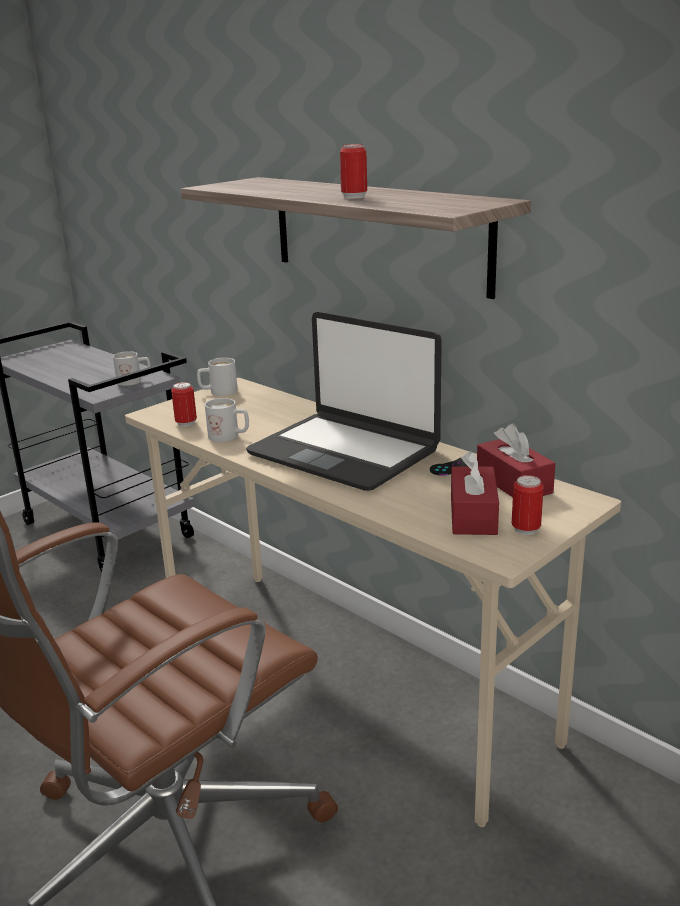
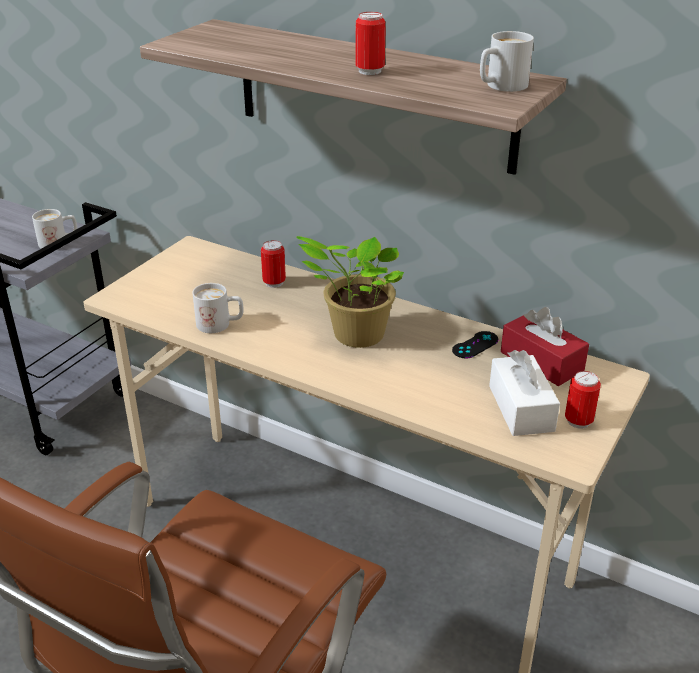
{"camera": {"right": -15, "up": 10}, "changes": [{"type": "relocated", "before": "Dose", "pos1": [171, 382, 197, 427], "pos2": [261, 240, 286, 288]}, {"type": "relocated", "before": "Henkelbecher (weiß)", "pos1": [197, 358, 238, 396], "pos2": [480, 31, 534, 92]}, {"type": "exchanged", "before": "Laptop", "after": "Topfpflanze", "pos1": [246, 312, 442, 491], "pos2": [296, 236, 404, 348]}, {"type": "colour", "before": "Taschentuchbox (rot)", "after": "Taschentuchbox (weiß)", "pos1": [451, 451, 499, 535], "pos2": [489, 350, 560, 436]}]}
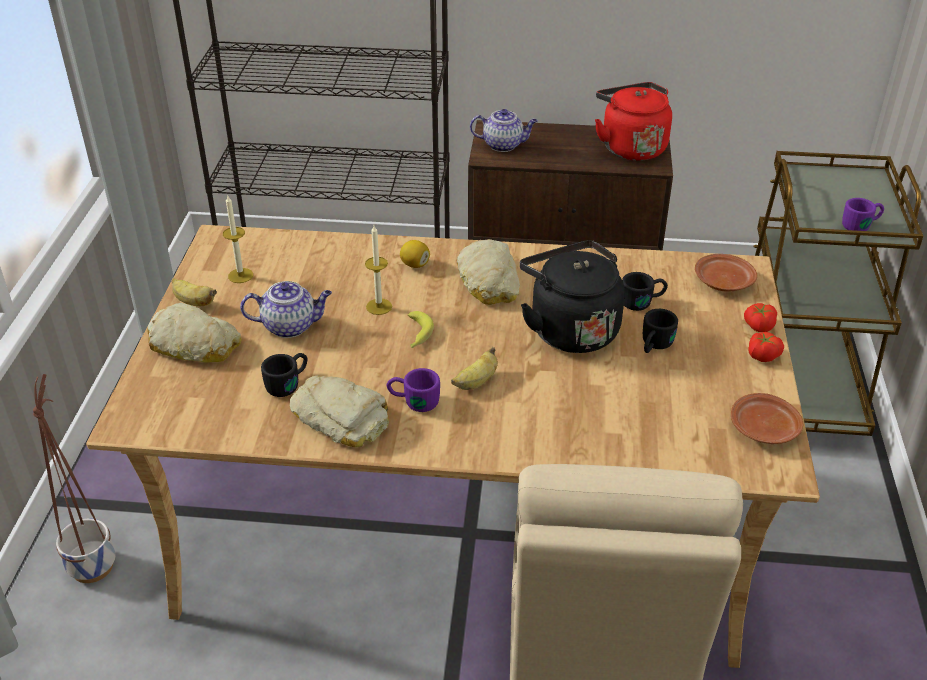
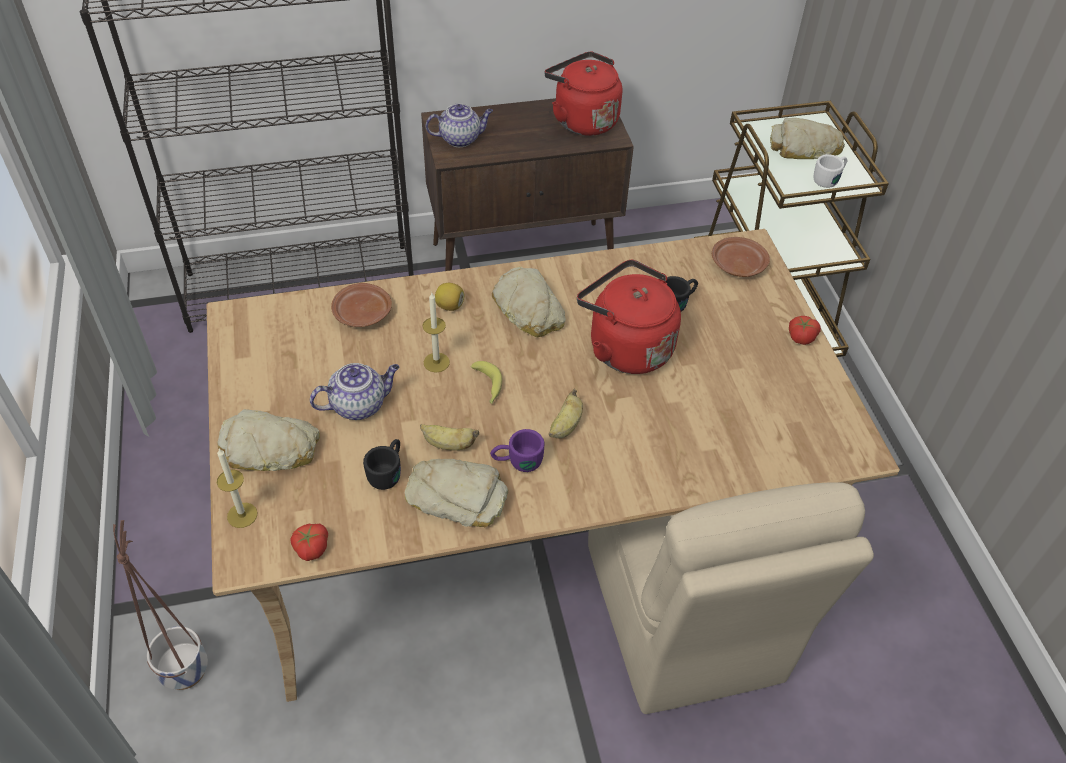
{"camera": {"right": -20, "up": 10}, "changes": [{"type": "relocated", "before": "Banane", "pos1": [172, 278, 217, 306], "pos2": [420, 424, 479, 450]}, {"type": "relocated", "before": "Kerze", "pos1": [223, 196, 253, 283], "pos2": [217, 449, 258, 528]}, {"type": "colour", "before": "Wasserkessel (schwarz)", "after": "Wasserkessel (rot)", "pos1": [520, 240, 625, 353], "pos2": [577, 260, 681, 374]}, {"type": "missing", "before": "Henkelbecher (schwarz)", "pos1": [643, 309, 678, 353]}, {"type": "relocated", "before": "Teller (braun)", "pos1": [731, 393, 803, 444], "pos2": [331, 283, 392, 327]}, {"type": "relocated", "before": "Tomate", "pos1": [744, 303, 777, 332], "pos2": [290, 524, 328, 561]}, {"type": "colour", "before": "Henkelbecher (lila)", "after": "Henkelbecher (weiß)", "pos1": [842, 198, 884, 231], "pos2": [813, 154, 847, 188]}, {"type": "appeared", "after": "Brot", "pos2": [770, 118, 845, 159]}]}
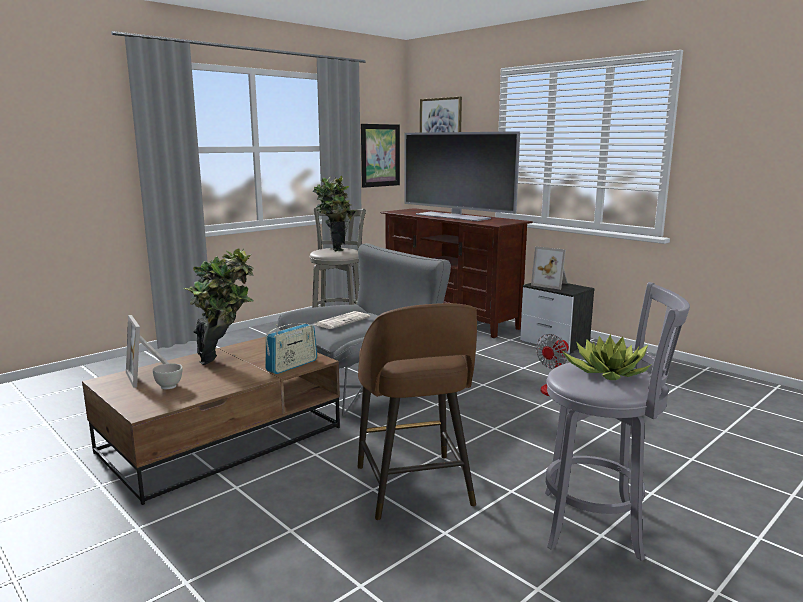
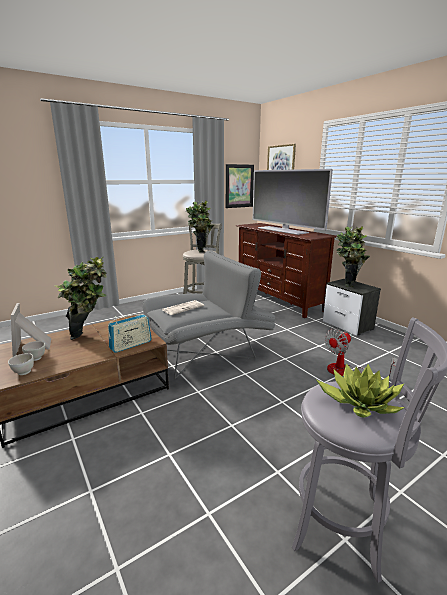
{"camera": {"right": 10, "up": 5}, "changes": [{"type": "missing", "before": "Hocker (braun)", "pos1": [358, 303, 477, 520]}, {"type": "exchanged", "before": "Bilderrahmen", "after": "Topfpflanze", "pos1": [531, 246, 568, 290], "pos2": [336, 226, 370, 287]}, {"type": "appeared", "after": "Schüssel (weiß)", "pos2": [8, 353, 34, 375]}]}
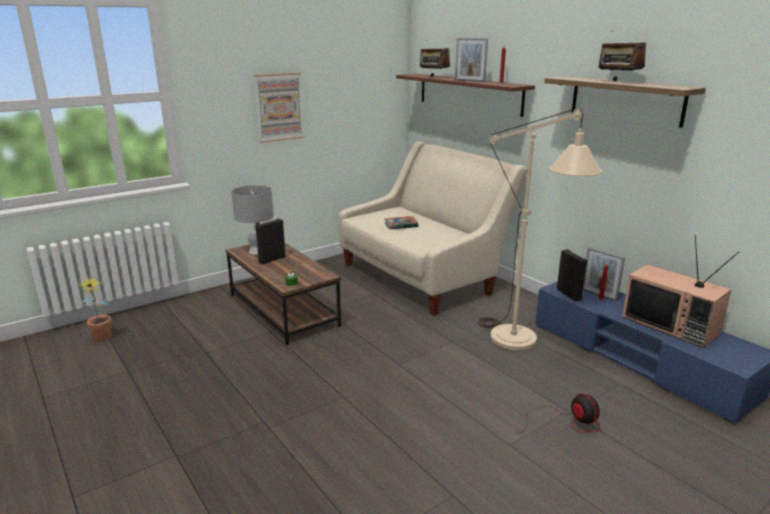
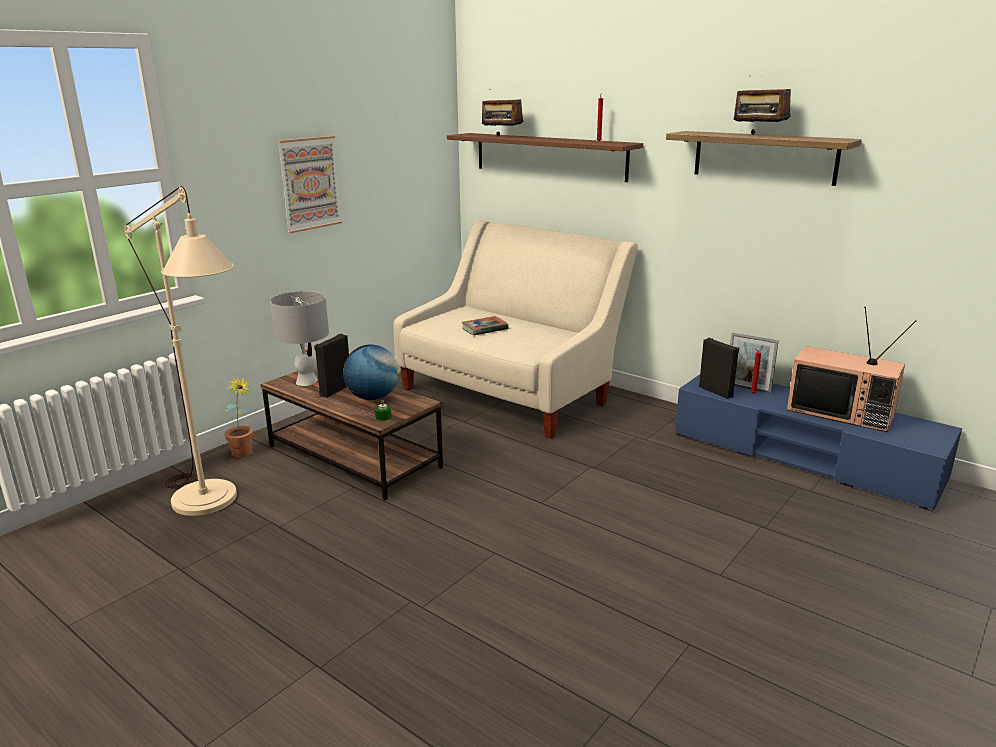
{"camera": {"right": -15, "up": 0}, "changes": [{"type": "relocated", "before": "Topfpflanze", "pos1": [79, 277, 112, 341], "pos2": [224, 378, 254, 457]}, {"type": "missing", "before": "Bilderrahmen", "pos1": [455, 38, 488, 82]}, {"type": "relocated", "before": "Stehlampe (beige)", "pos1": [478, 108, 602, 350], "pos2": [124, 186, 237, 516]}, {"type": "missing", "before": "Ventilator", "pos1": [516, 393, 601, 434]}, {"type": "appeared", "after": "Globus", "pos2": [343, 344, 400, 400]}]}
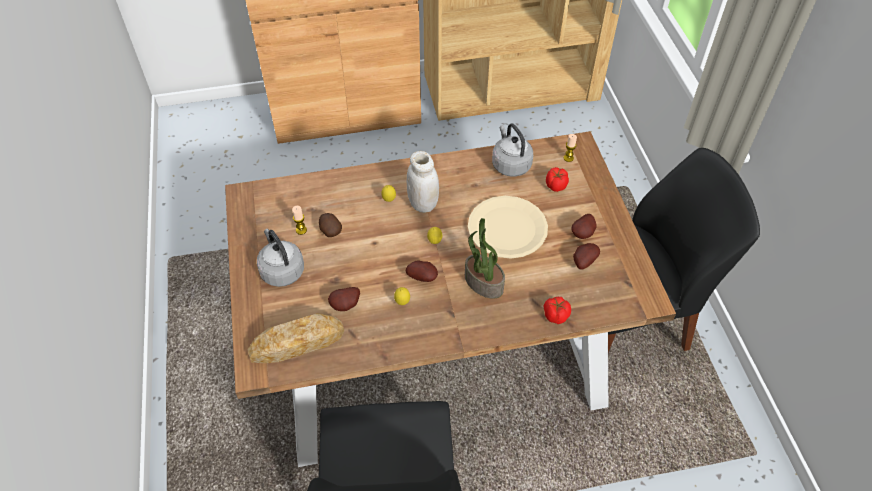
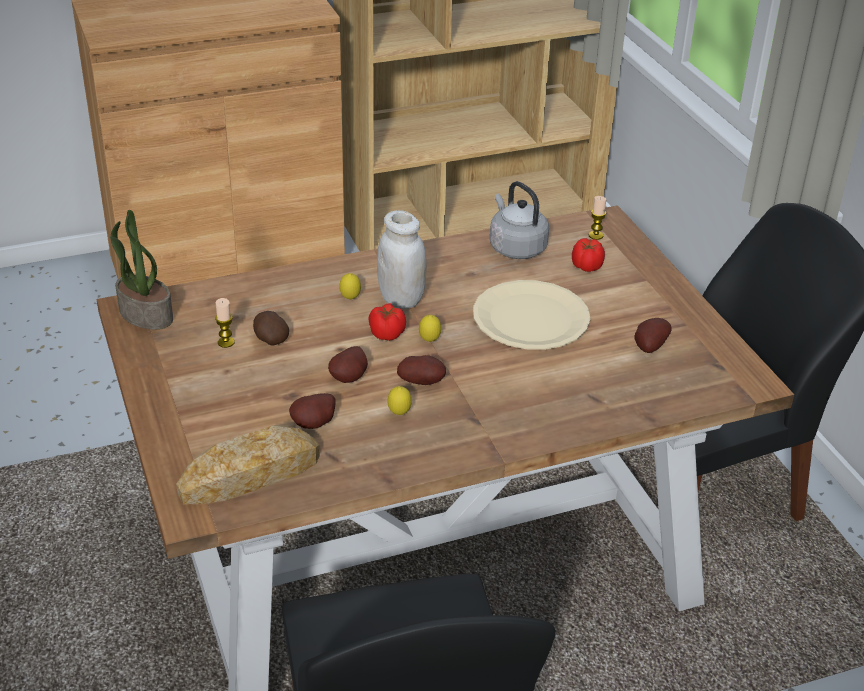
{"camera": {"right": -10, "up": -15}, "changes": [{"type": "missing", "before": "Wasserkessel (grau)", "pos1": [257, 228, 304, 287]}, {"type": "relocated", "before": "Topfpflanze", "pos1": [465, 218, 505, 299], "pos2": [110, 210, 173, 329]}, {"type": "relocated", "before": "Tomate", "pos1": [544, 297, 571, 324], "pos2": [368, 303, 406, 341]}, {"type": "relocated", "before": "Kartoffel", "pos1": [571, 214, 597, 239], "pos2": [328, 346, 368, 383]}]}
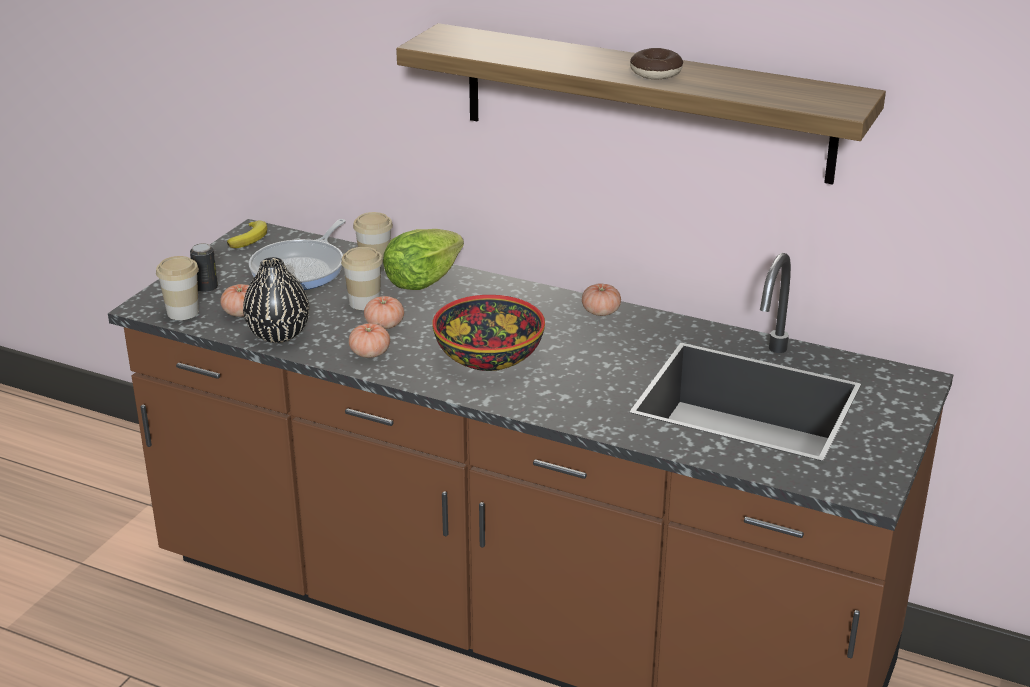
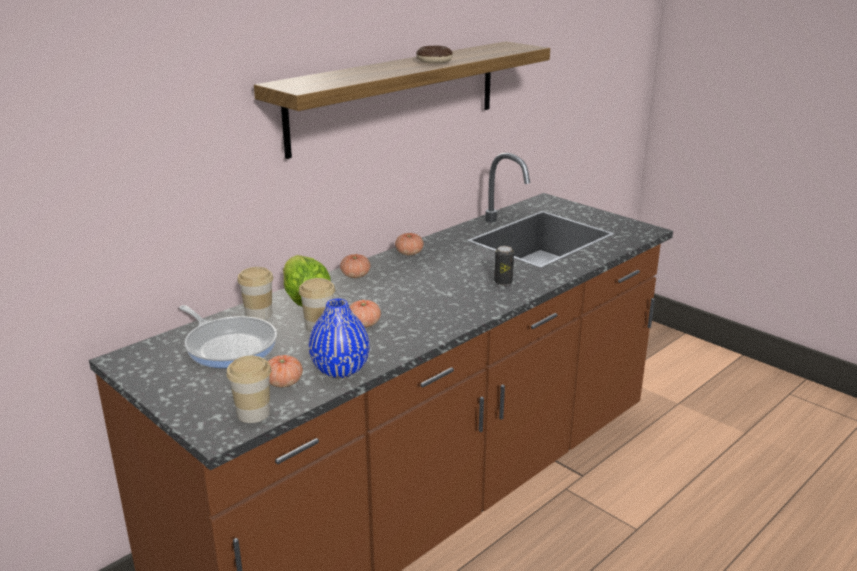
{"camera": {"right": -70, "up": -5}, "changes": [{"type": "relocated", "before": "Dose", "pos1": [190, 243, 218, 293], "pos2": [494, 246, 514, 286]}, {"type": "missing", "before": "Banane", "pos1": [227, 220, 267, 248]}, {"type": "colour", "before": "Vase (schwarz)", "after": "Vase (blau)", "pos1": [243, 257, 309, 343], "pos2": [309, 298, 370, 378]}, {"type": "relocated", "before": "Tomate", "pos1": [349, 323, 390, 358], "pos2": [340, 254, 370, 278]}, {"type": "missing", "before": "Schüssel", "pos1": [432, 295, 545, 371]}]}
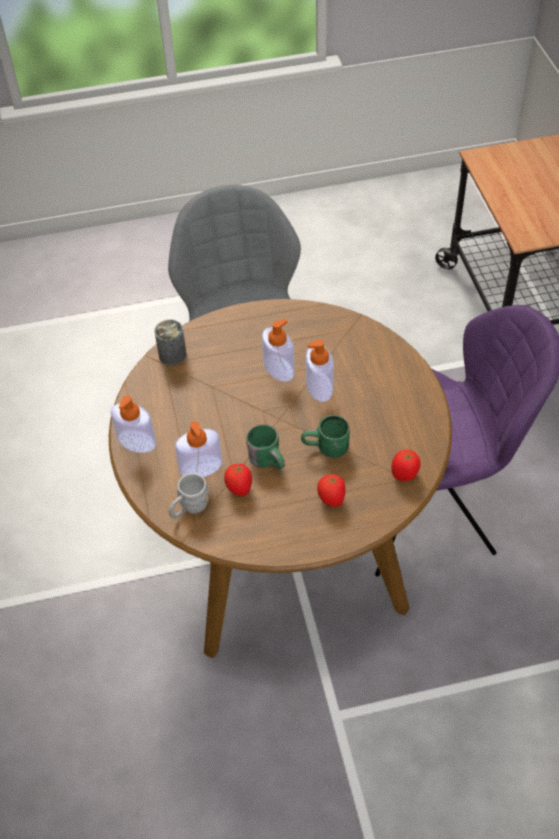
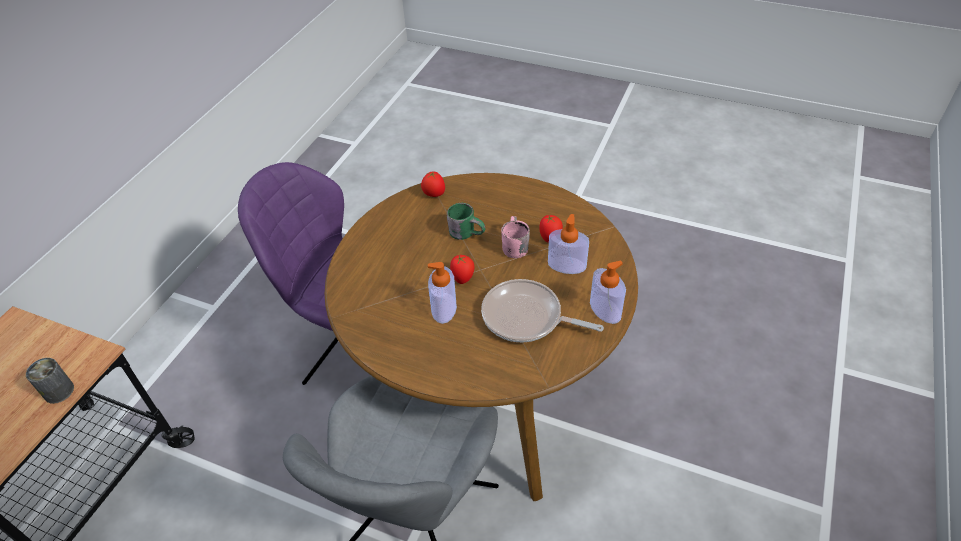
{"camera": {"right": -145, "up": -5}, "changes": [{"type": "relocated", "before": "Dose", "pos1": [154, 320, 187, 366], "pos2": [26, 358, 74, 404]}, {"type": "missing", "before": "Henkelbecher (grau)", "pos1": [169, 473, 209, 519]}, {"type": "colour", "before": "Henkelbecher (grün)", "after": "Henkelbecher (rosa)", "pos1": [246, 424, 285, 469], "pos2": [501, 216, 530, 258]}, {"type": "missing", "before": "Seifenspender", "pos1": [306, 340, 334, 402]}, {"type": "relocated", "before": "Tomate", "pos1": [317, 474, 346, 507], "pos2": [450, 254, 475, 284]}, {"type": "appeared", "after": "Pfanne", "pos2": [481, 279, 604, 342]}]}
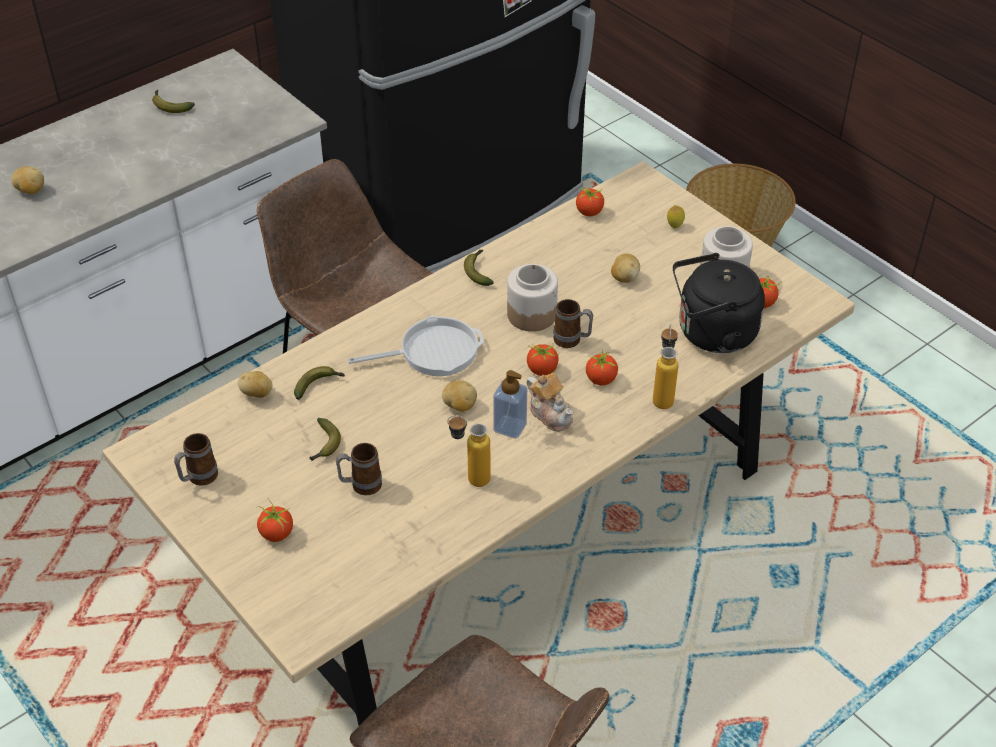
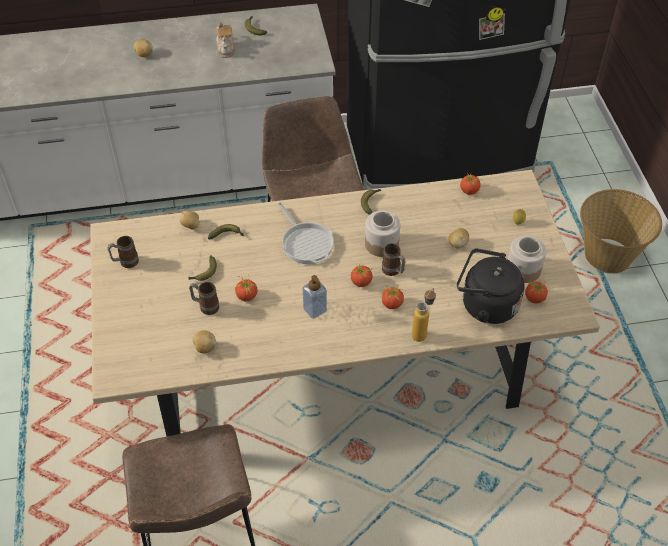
{"camera": {"right": 30, "up": 5}, "changes": [{"type": "relocated", "before": "Tomate", "pos1": [256, 499, 293, 542], "pos2": [235, 275, 258, 301]}, {"type": "spun", "before": "Pfanne", "pos1": [348, 316, 484, 376], "pos2": [278, 202, 334, 264], "turn": 45}, {"type": "relocated", "before": "Kartoffel", "pos1": [442, 380, 477, 412], "pos2": [193, 330, 216, 353]}, {"type": "missing", "before": "Flasche", "pos1": [447, 415, 491, 487]}, {"type": "relocated", "before": "Teekanne", "pos1": [526, 373, 574, 432], "pos2": [216, 22, 236, 58]}]}
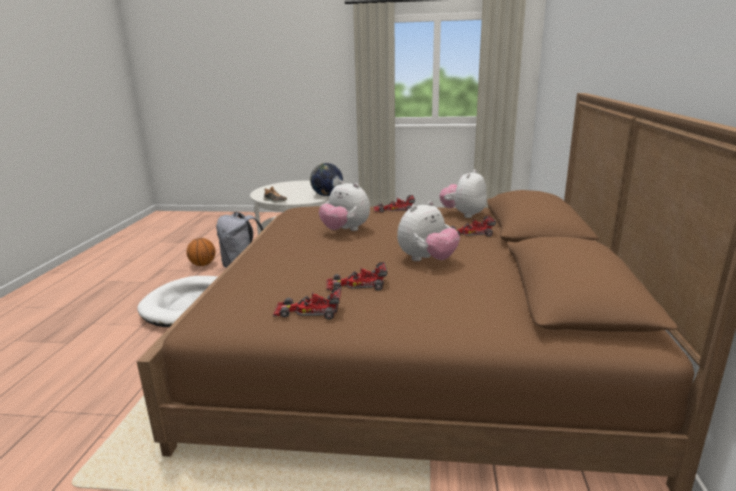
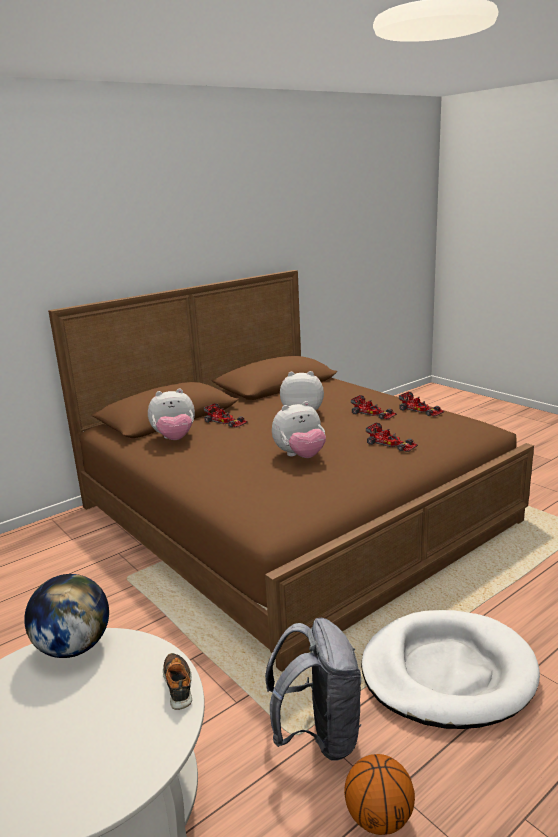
{"camera": {"right": -135, "up": 0}, "changes": [{"type": "spun", "before": "Plüschtier", "pos1": [319, 180, 370, 231], "pos2": [272, 401, 326, 458], "turn": 75}, {"type": "relocated", "before": "Spielzeugauto", "pos1": [374, 195, 415, 212], "pos2": [366, 422, 418, 452]}]}
